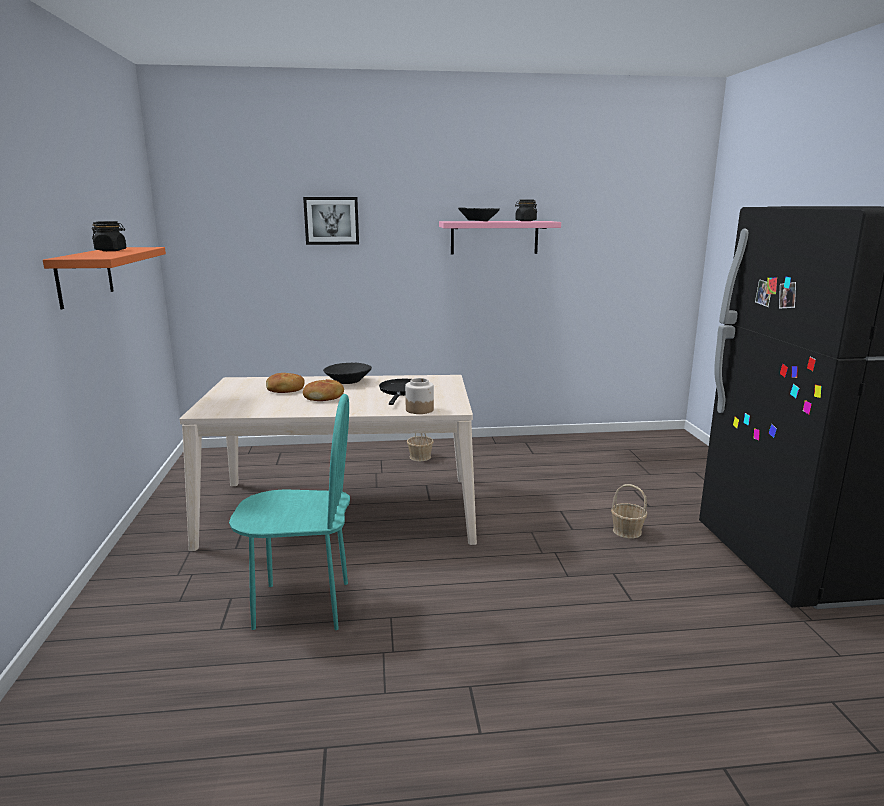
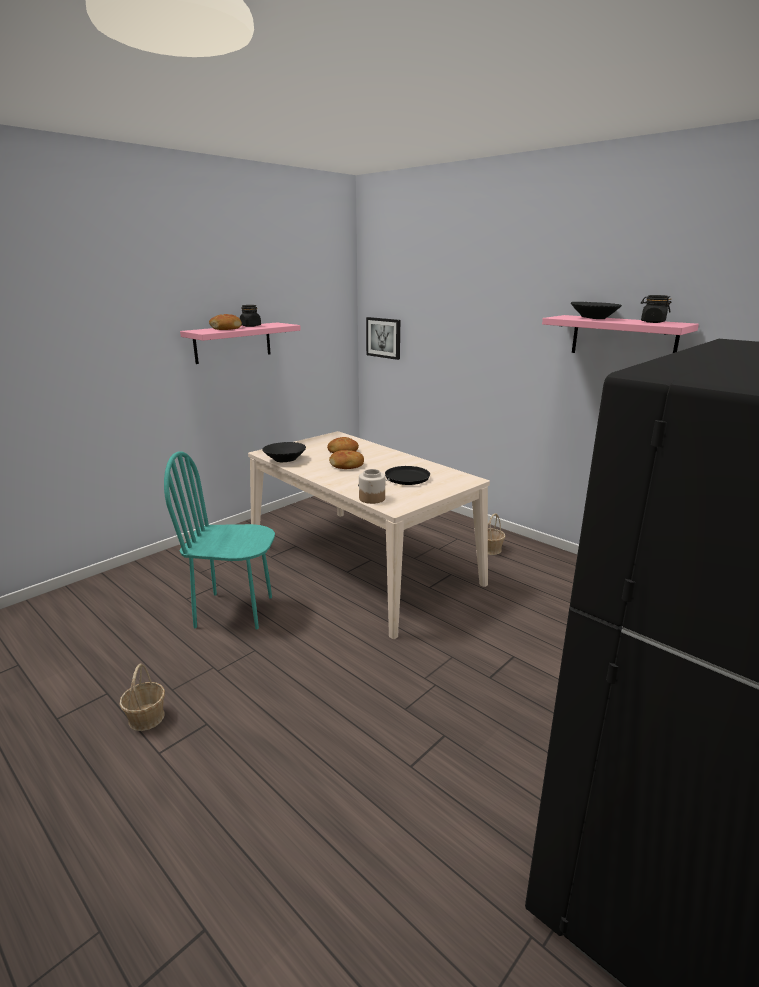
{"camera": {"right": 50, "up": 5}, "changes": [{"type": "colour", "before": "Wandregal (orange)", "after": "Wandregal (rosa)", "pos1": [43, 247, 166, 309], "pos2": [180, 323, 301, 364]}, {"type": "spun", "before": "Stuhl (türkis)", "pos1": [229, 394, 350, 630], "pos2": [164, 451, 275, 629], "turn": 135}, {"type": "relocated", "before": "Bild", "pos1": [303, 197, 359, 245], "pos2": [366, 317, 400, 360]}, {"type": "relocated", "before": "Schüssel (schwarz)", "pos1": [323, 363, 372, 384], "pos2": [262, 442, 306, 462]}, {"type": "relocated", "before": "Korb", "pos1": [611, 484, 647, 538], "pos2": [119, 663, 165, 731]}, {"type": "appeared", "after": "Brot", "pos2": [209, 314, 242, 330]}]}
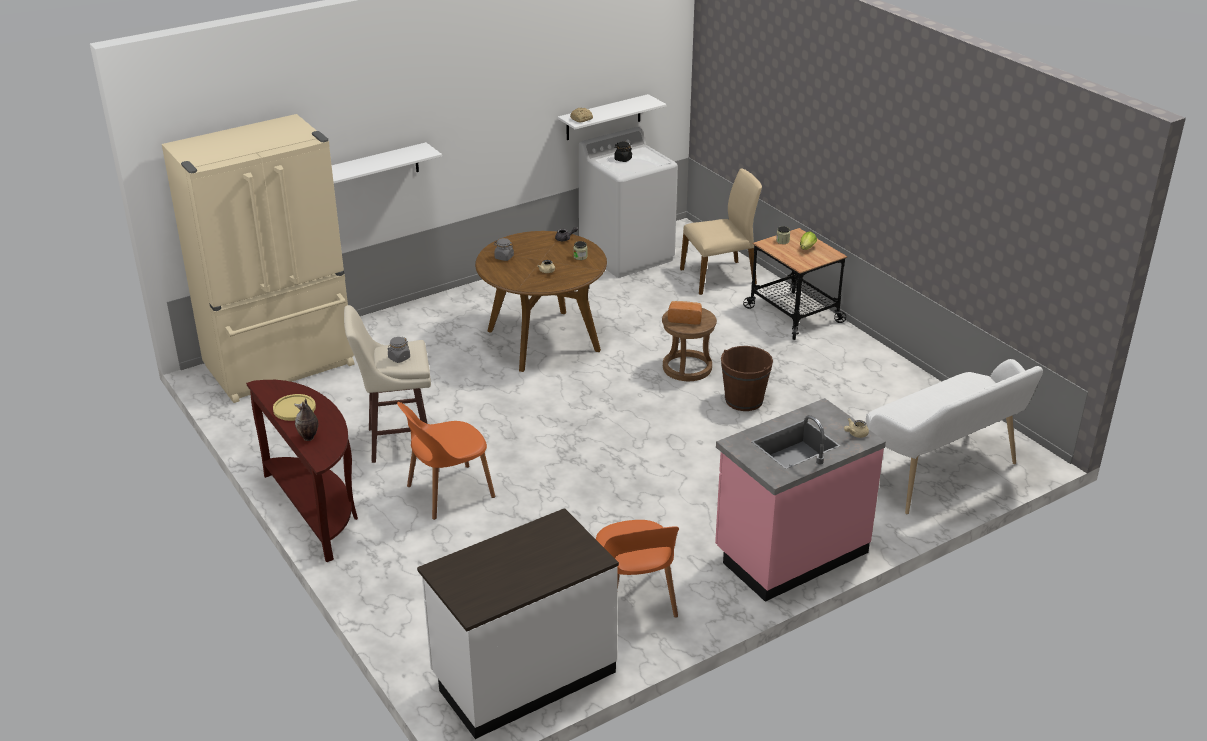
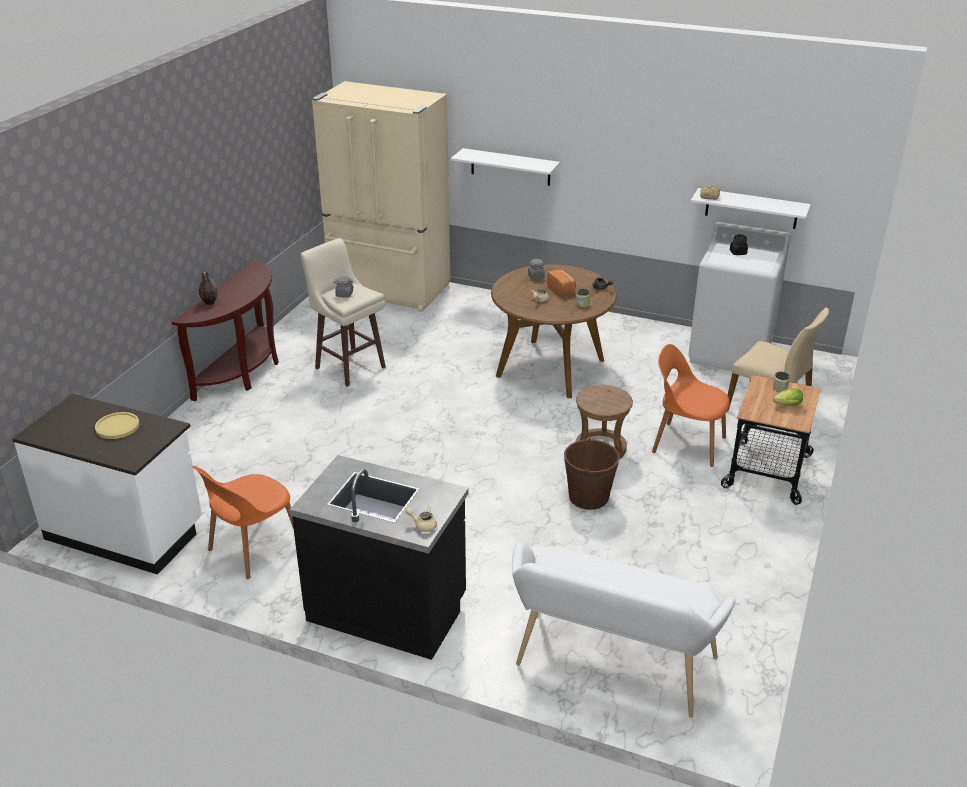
{"camera": {"right": 55, "up": 0}, "changes": [{"type": "relocated", "before": "Teller (gelb)", "pos1": [273, 394, 316, 421], "pos2": [95, 412, 140, 439]}, {"type": "relocated", "before": "Stuhl (orange)", "pos1": [397, 402, 495, 520], "pos2": [652, 344, 730, 467]}, {"type": "relocated", "before": "Brot", "pos1": [668, 301, 702, 324], "pos2": [547, 270, 576, 296]}, {"type": "colour", "before": "Küchenzeile (rosa)", "after": "Küchenzeile (schwarz)", "pos1": [715, 398, 886, 602], "pos2": [290, 455, 469, 660]}]}
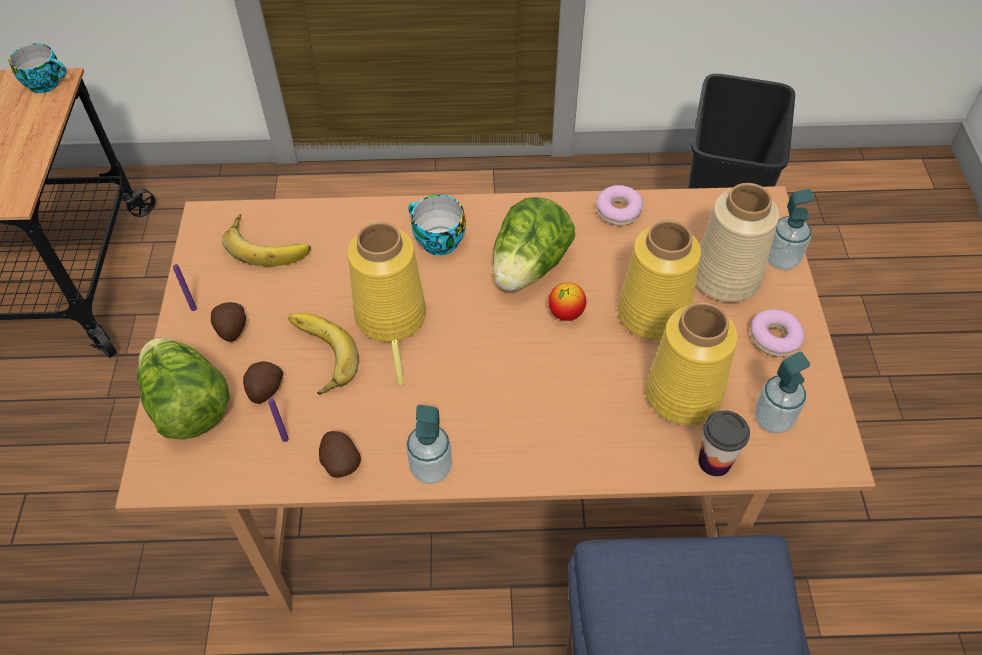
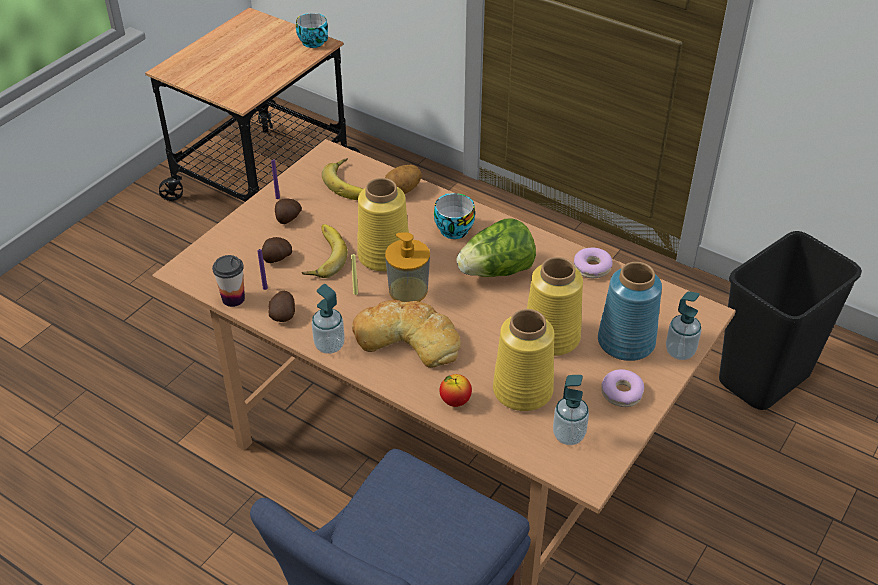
{"camera": {"right": 35, "up": -10}, "changes": [{"type": "missing", "before": "Salatkopf", "pos1": [137, 337, 230, 440]}, {"type": "relocated", "before": "Apfel", "pos1": [548, 282, 586, 321], "pos2": [439, 374, 472, 407]}, {"type": "colour", "before": "Vase (beige)", "after": "Vase (blau)", "pos1": [696, 183, 779, 302], "pos2": [598, 262, 662, 361]}, {"type": "relocated", "before": "Tasse", "pos1": [698, 410, 750, 477], "pos2": [212, 255, 245, 307]}, {"type": "appeared", "after": "Brot", "pos2": [352, 300, 461, 368]}, {"type": "appeared", "after": "Kartoffel", "pos2": [385, 165, 422, 194]}, {"type": "appeared", "after": "Seifenspender", "pos2": [385, 233, 430, 302]}]}
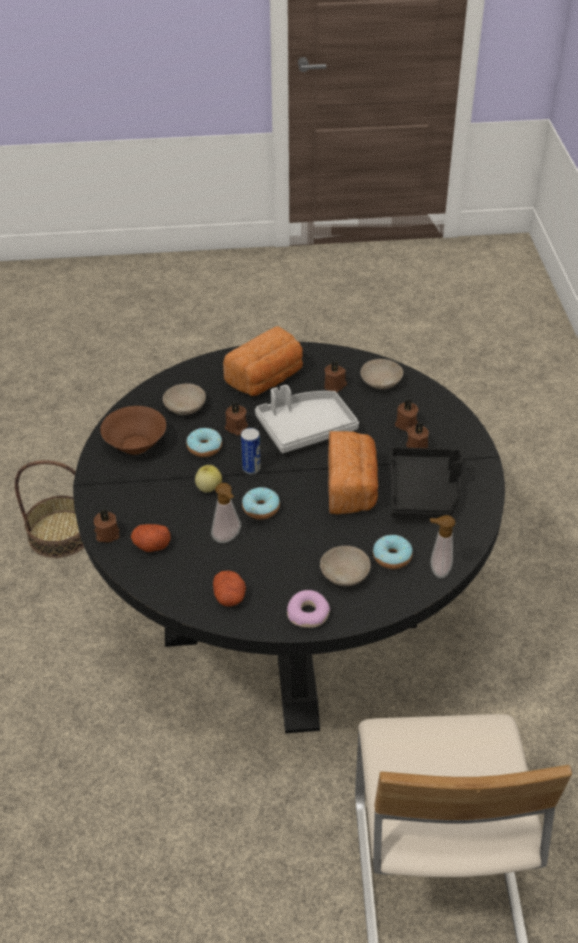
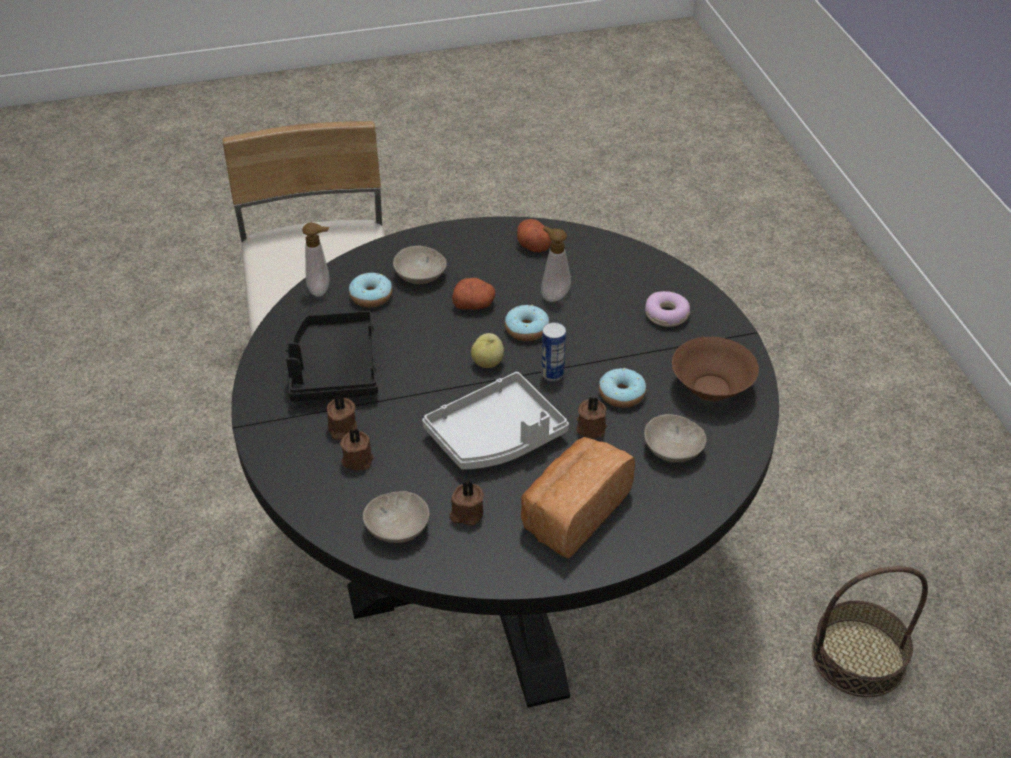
{"camera": {"right": 170, "up": 0}, "changes": [{"type": "missing", "before": "Kerze (braun)", "pos1": [94, 510, 120, 542]}, {"type": "relocated", "before": "Kartoffel", "pos1": [131, 524, 171, 552], "pos2": [452, 278, 495, 309]}, {"type": "relocated", "before": "Apfel", "pos1": [195, 465, 222, 493], "pos2": [471, 333, 504, 368]}, {"type": "relocated", "before": "Donut", "pos1": [287, 590, 330, 628], "pos2": [645, 291, 690, 327]}, {"type": "missing", "before": "Brot", "pos1": [328, 431, 378, 515]}]}
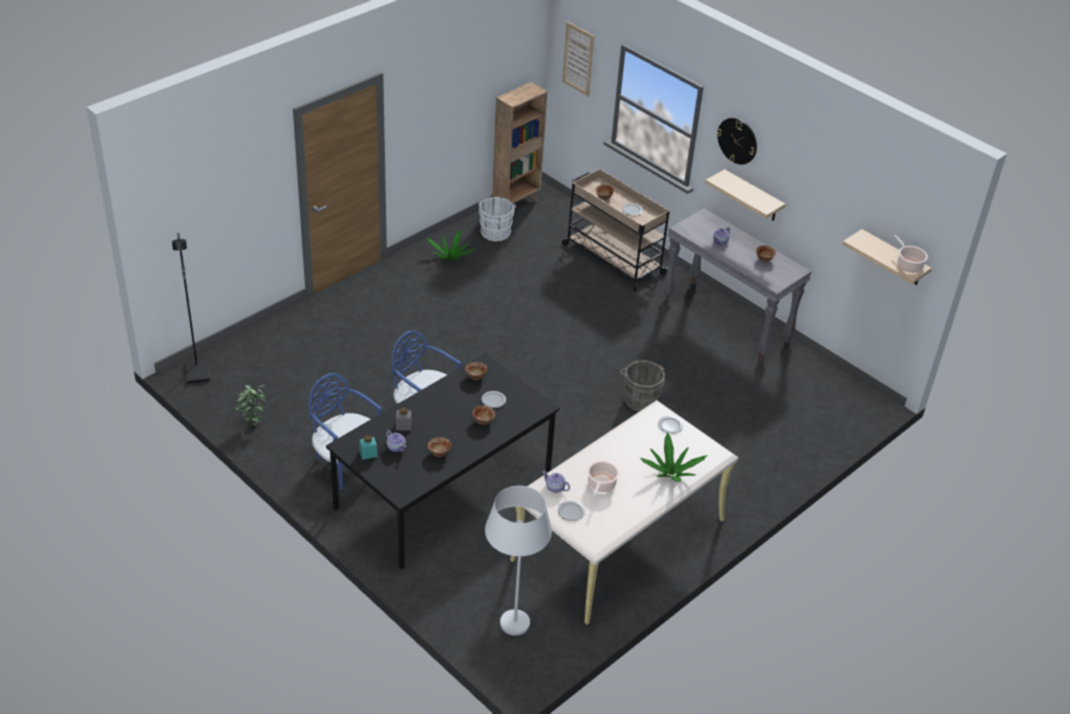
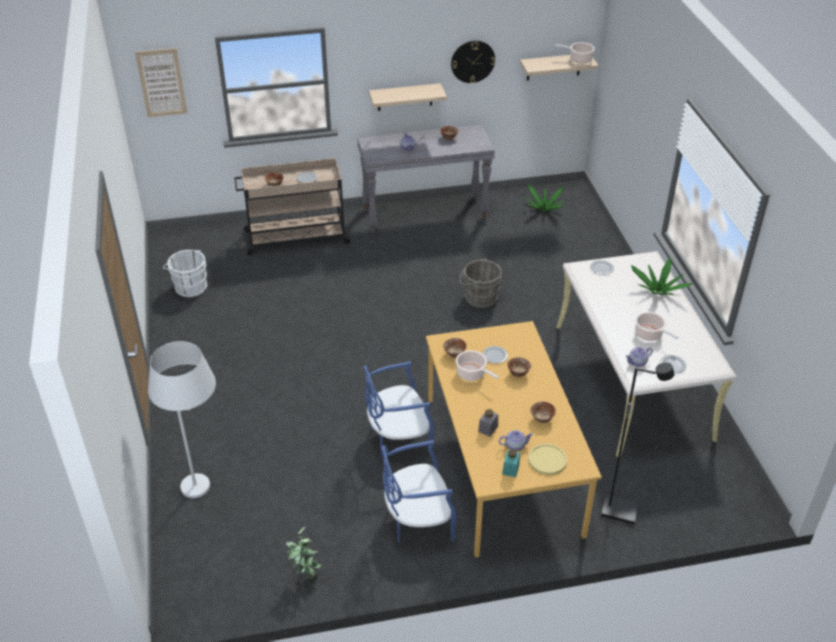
{"camera": {"right": -55, "up": 0}, "changes": [{"type": "relocated", "before": "Stehlampe (schwarz)", "pos1": [172, 233, 210, 384], "pos2": [601, 362, 674, 524]}, {"type": "colour", "before": "Esstisch (schwarz)", "after": "Esstisch (orange)", "pos1": [326, 353, 559, 569], "pos2": [426, 321, 602, 557]}, {"type": "relocated", "before": "Topfpflanze", "pos1": [426, 229, 475, 260], "pos2": [525, 184, 566, 212]}, {"type": "relocated", "before": "Stehlampe (weiß)", "pos1": [485, 486, 552, 636], "pos2": [148, 341, 216, 498]}, {"type": "missing", "before": "Bücherregal (braun)", "pos1": [492, 82, 547, 204]}, {"type": "relocated", "before": "Wanduhr", "pos1": [717, 118, 757, 165], "pos2": [451, 41, 495, 83]}, {"type": "appeared", "after": "Kochtopf", "pos2": [456, 350, 499, 381]}, {"type": "appeared", "after": "Teller (gelb)", "pos2": [528, 443, 567, 475]}]}
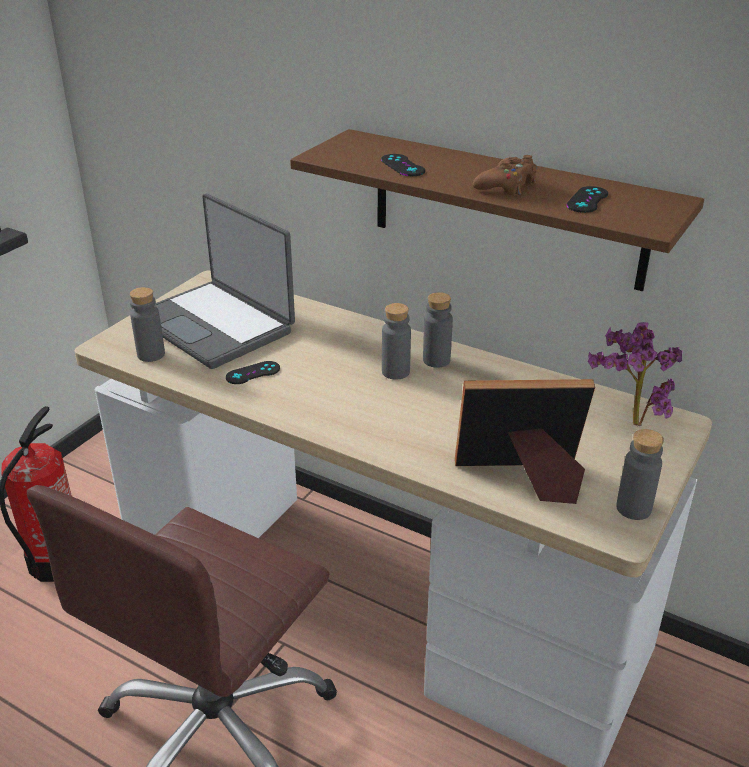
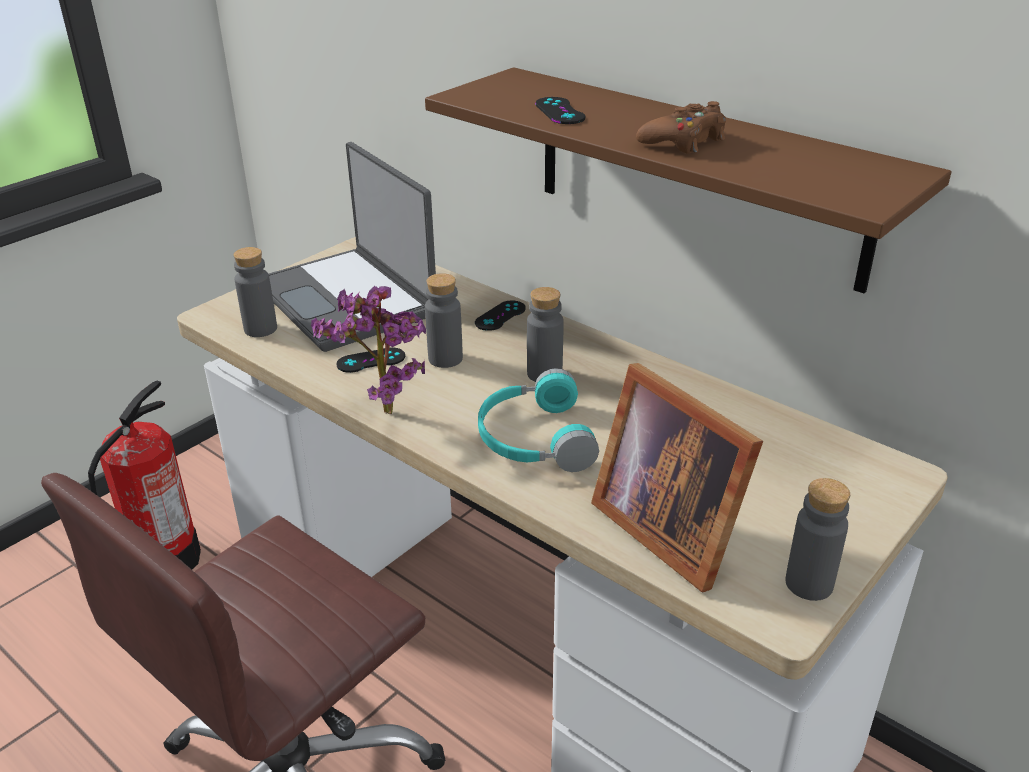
{"camera": {"right": 10, "up": 0}, "changes": [{"type": "relocated", "before": "Flasche (grau)", "pos1": [423, 292, 453, 368], "pos2": [425, 273, 463, 368]}, {"type": "spun", "before": "Bilderrahmen", "pos1": [455, 379, 595, 504], "pos2": [591, 363, 763, 592], "turn": -135}, {"type": "relocated", "before": "Gamepad (schwarz)", "pos1": [567, 186, 608, 213], "pos2": [475, 301, 526, 331]}, {"type": "relocated", "before": "Topfpflanze", "pos1": [588, 322, 683, 426], "pos2": [311, 286, 426, 414]}, {"type": "appeared", "after": "Kopfhörer (türkis)", "pos2": [478, 368, 599, 472]}]}
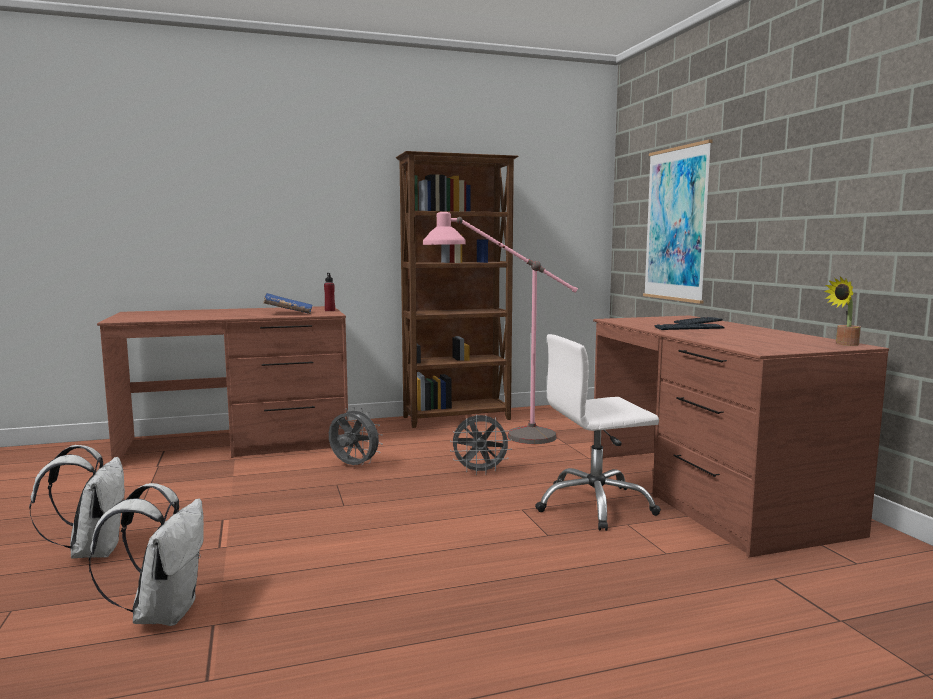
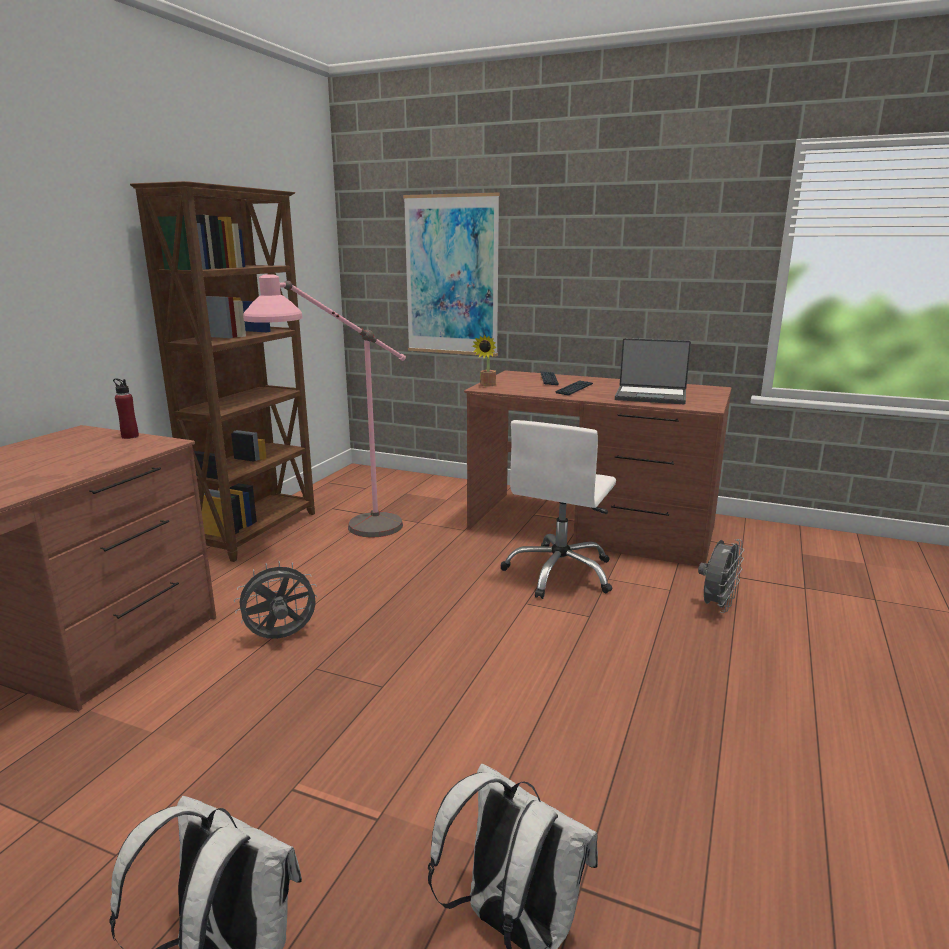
{"camera": {"right": -50, "up": 10}, "changes": [{"type": "missing", "before": "Buch (blau)", "pos1": [263, 293, 312, 314]}, {"type": "relocated", "before": "Ventilator (grau)", "pos1": [450, 414, 512, 475], "pos2": [698, 539, 744, 613]}, {"type": "relocated", "before": "Topfpflanze", "pos1": [824, 277, 861, 346], "pos2": [472, 335, 497, 386]}, {"type": "appeared", "after": "Laptop", "pos2": [615, 338, 691, 404]}]}
